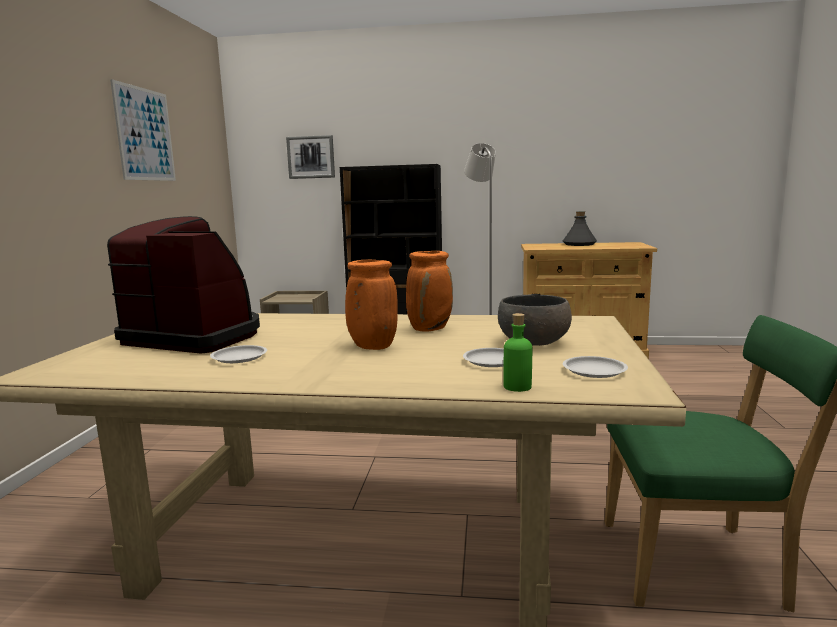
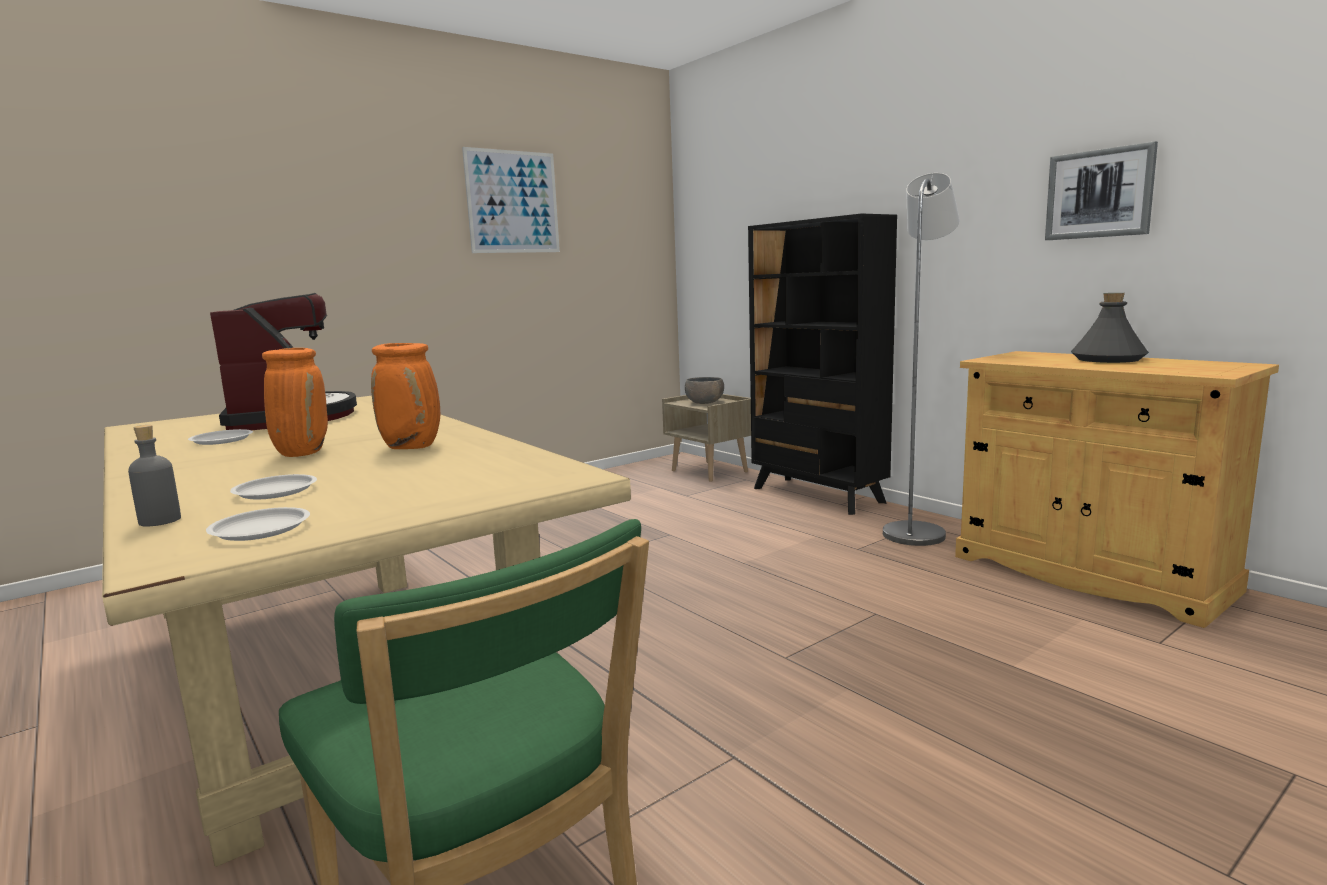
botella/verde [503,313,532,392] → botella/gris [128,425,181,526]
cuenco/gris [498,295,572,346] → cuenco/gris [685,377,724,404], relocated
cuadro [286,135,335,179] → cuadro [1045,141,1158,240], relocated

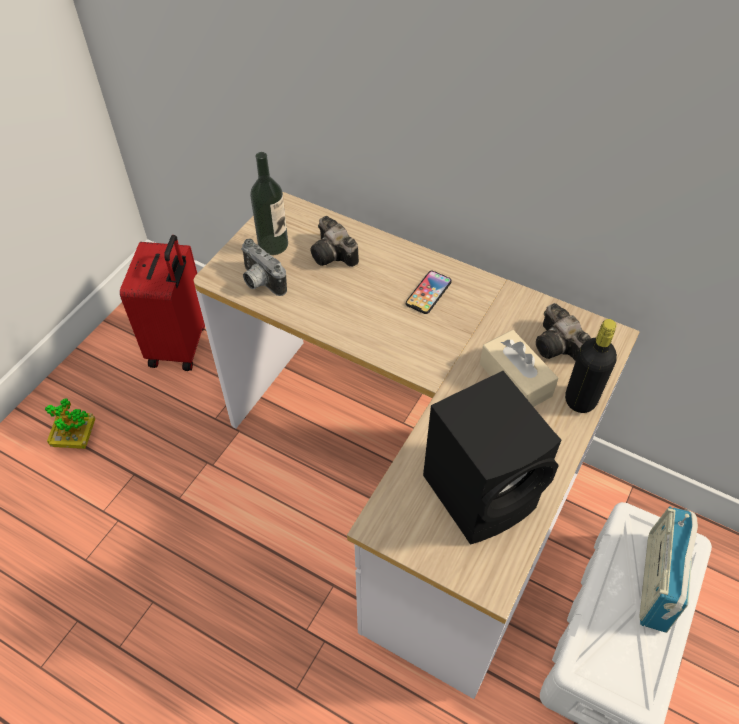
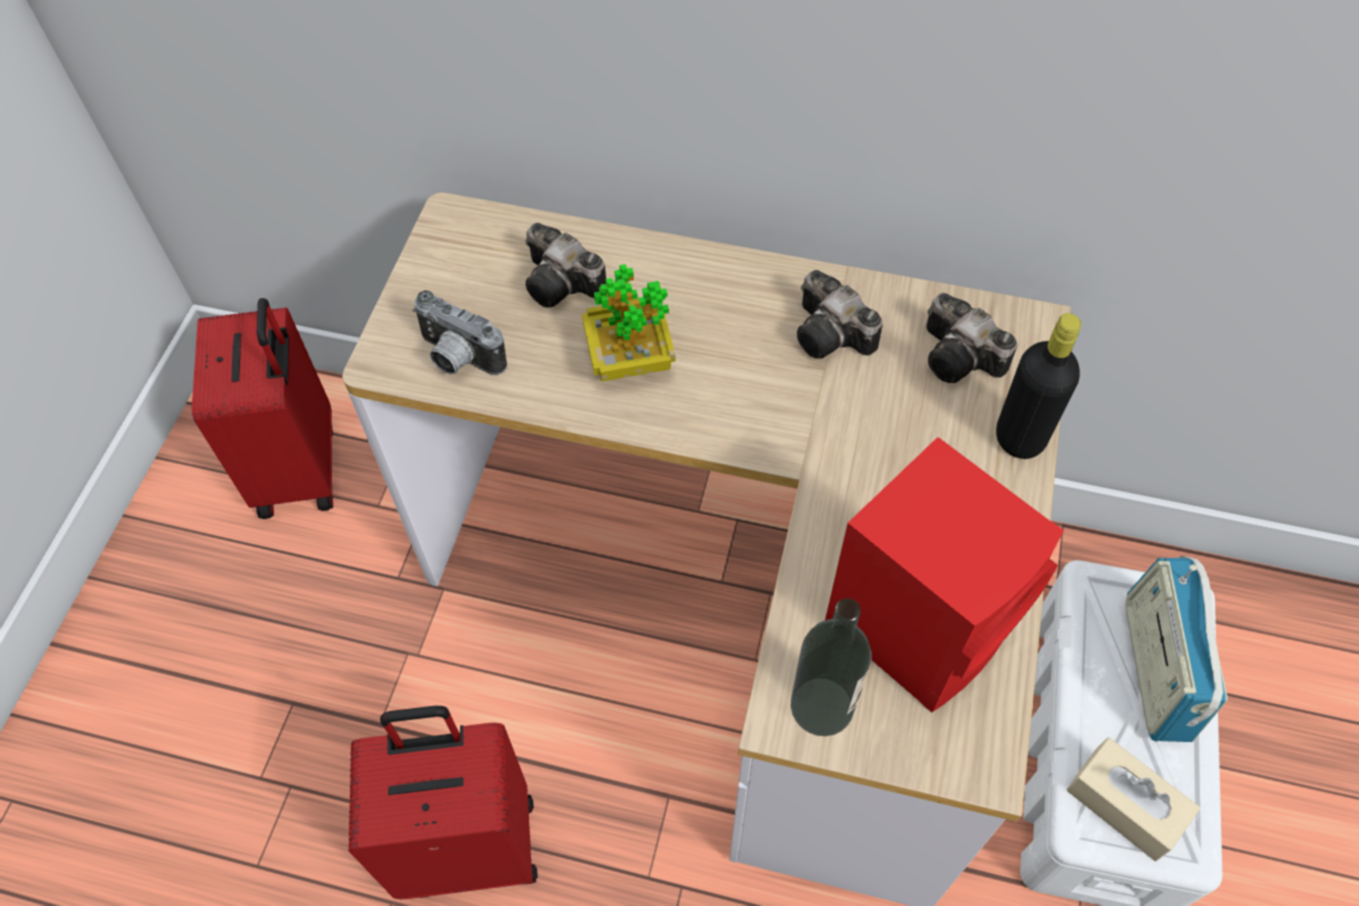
- → maleta/rojo [349,706,538,899]
planta en maceta [45,398,95,449] → planta en maceta [582,264,676,382], relocated
botella [250,152,288,255] → botella [791,598,872,736], relocated
- → cámara [797,270,883,359]
altavoz/negro [423,371,561,545] → altavoz/rojo [825,437,1064,712]
caja de pañuelos/beis [480,330,558,407] → caja de pañuelos/beis [1066,738,1200,861], relocated
móvil [406,271,452,314] → -

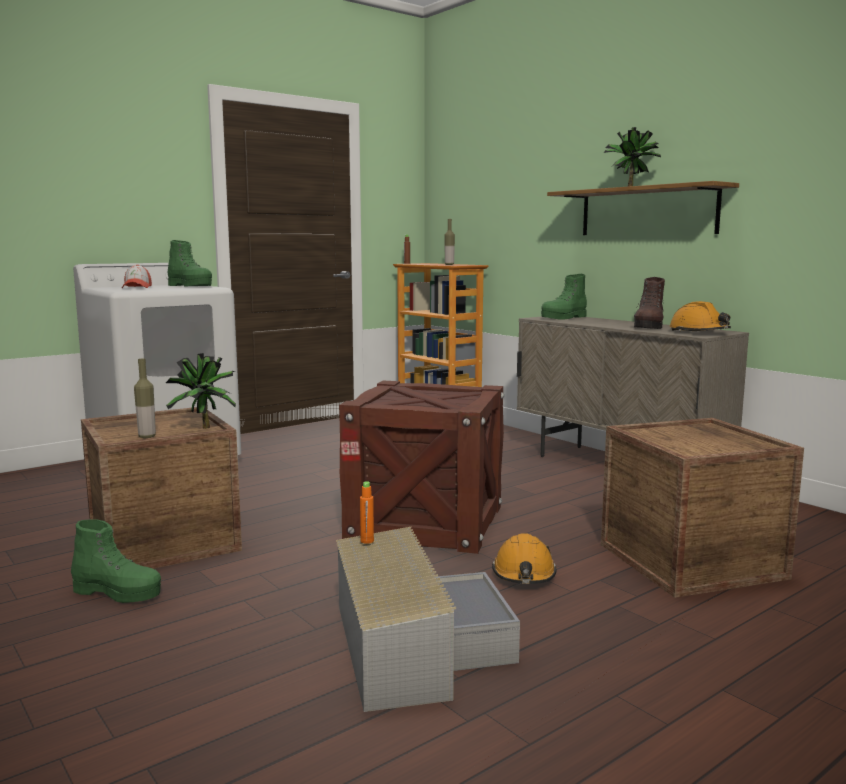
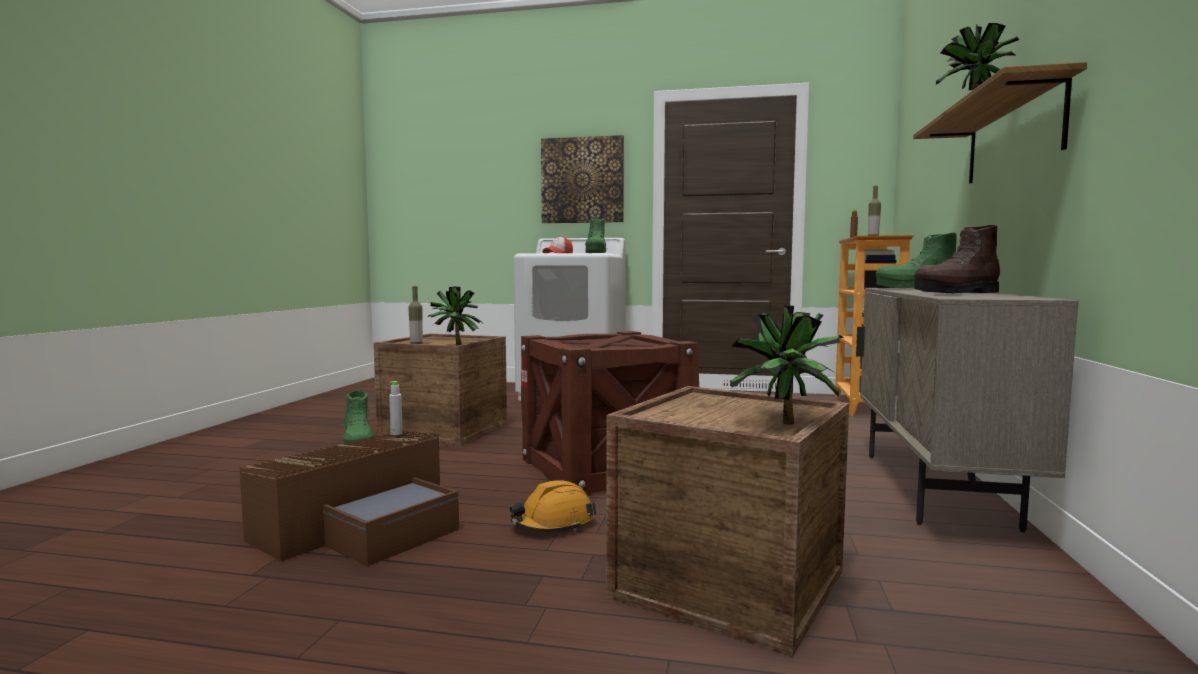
caja de almacenaje/gris [336,527,520,712] → caja de almacenaje/marrón [239,431,459,566]
botella/naranja [360,481,374,544] → botella/gris [389,381,403,435]
- → cuadro [541,135,624,223]
- → planta en maceta [730,306,845,425]
casco/naranja [669,301,731,332] → -

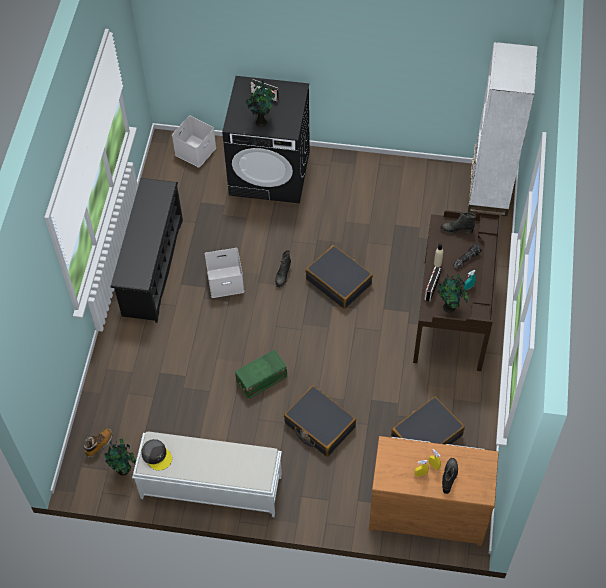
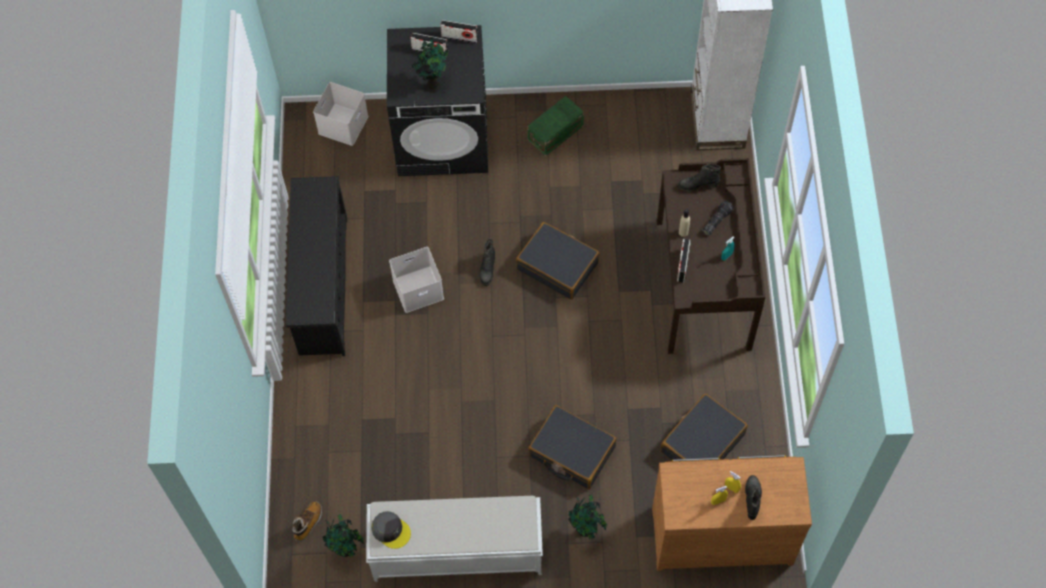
- → radio [440,20,478,43]
caja de almacenaje/verde [235,349,287,399] → caja de almacenaje/verde [528,96,584,156], relocated
planta en maceta [437,274,469,313] → planta en maceta [568,495,607,540], relocated

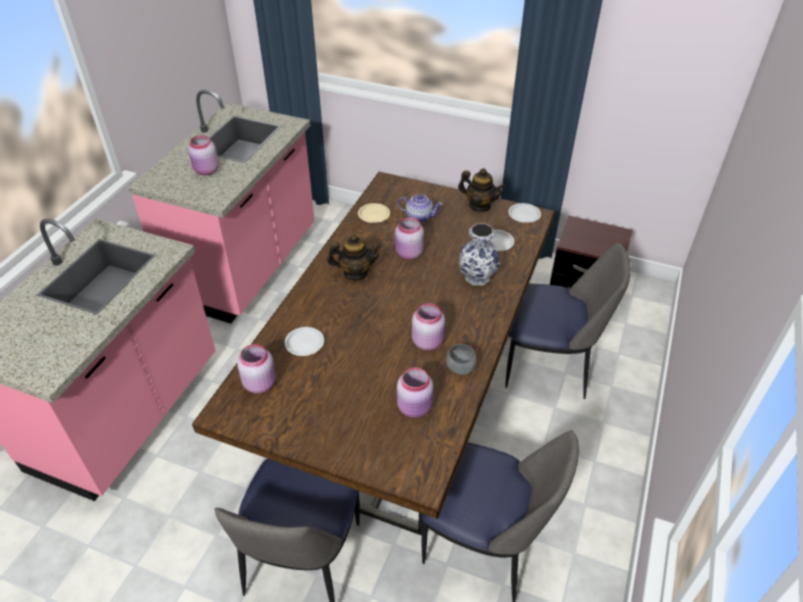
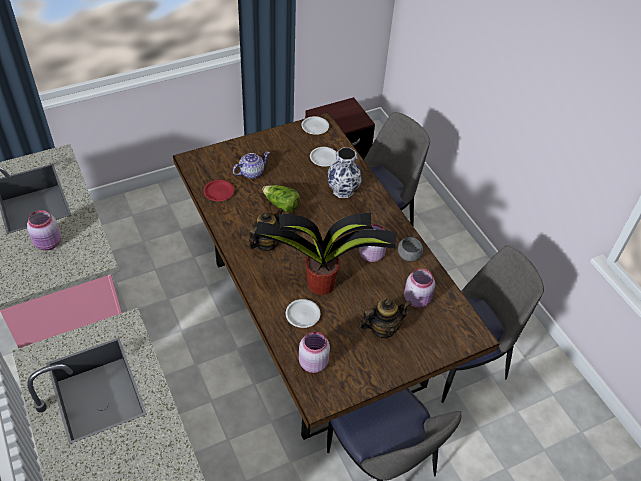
plato/beis [358,203,390,223] → plato/rojo [203,180,234,201]
- → planta en maceta [255,213,397,295]
tarro/rosa [395,217,424,260] → lechuga [262,185,300,212]
tetera [458,168,505,212] → tetera [359,298,412,339], relocated

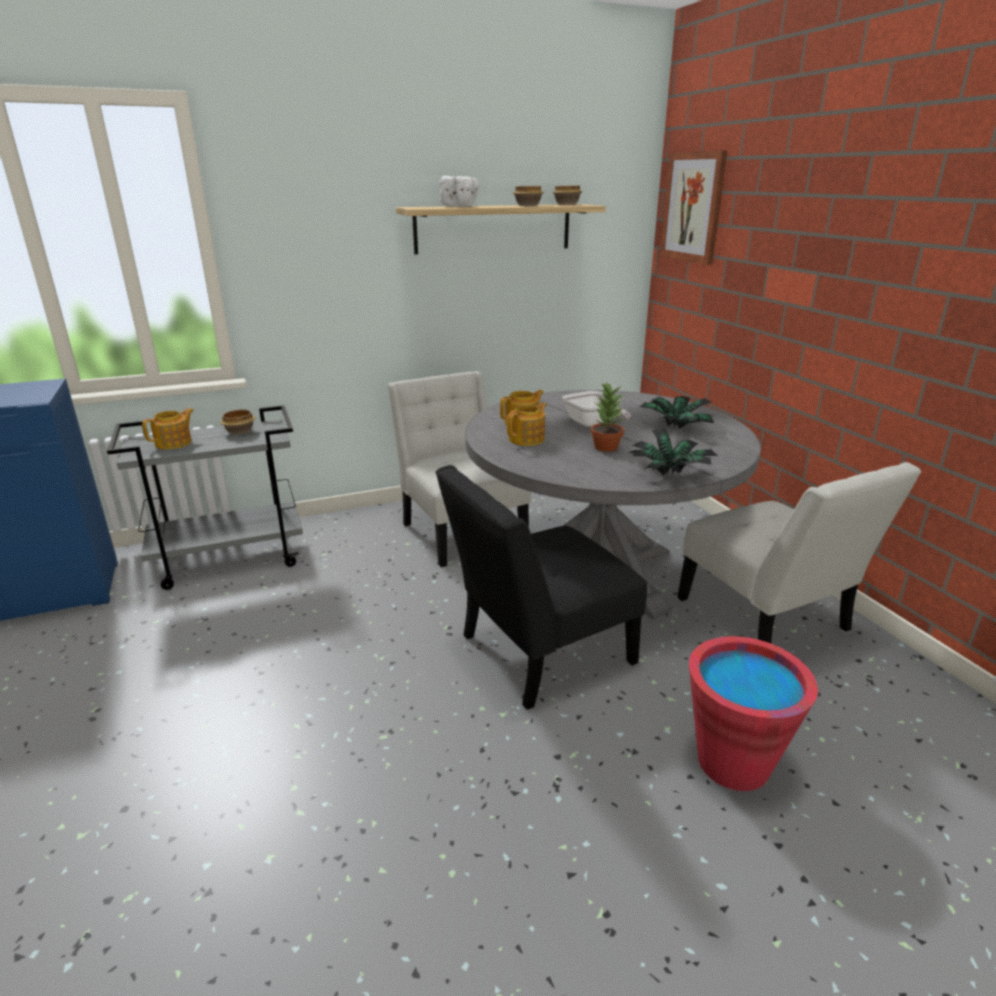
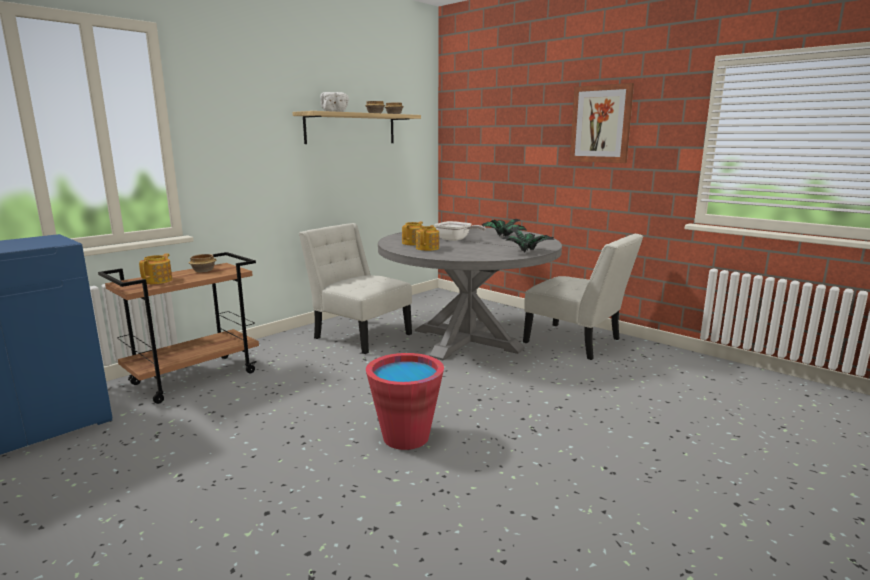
carrito/gris [107,405,303,590] → carrito/marrón [98,252,259,404]
cubo/rojo [689,636,818,791] → cubo/rojo [366,353,444,450], relocated
cuadro [660,150,728,265] → cuadro [570,83,634,163], relocated
silla/negro [436,465,647,710] → -
planta en maceta [591,381,625,452] → -

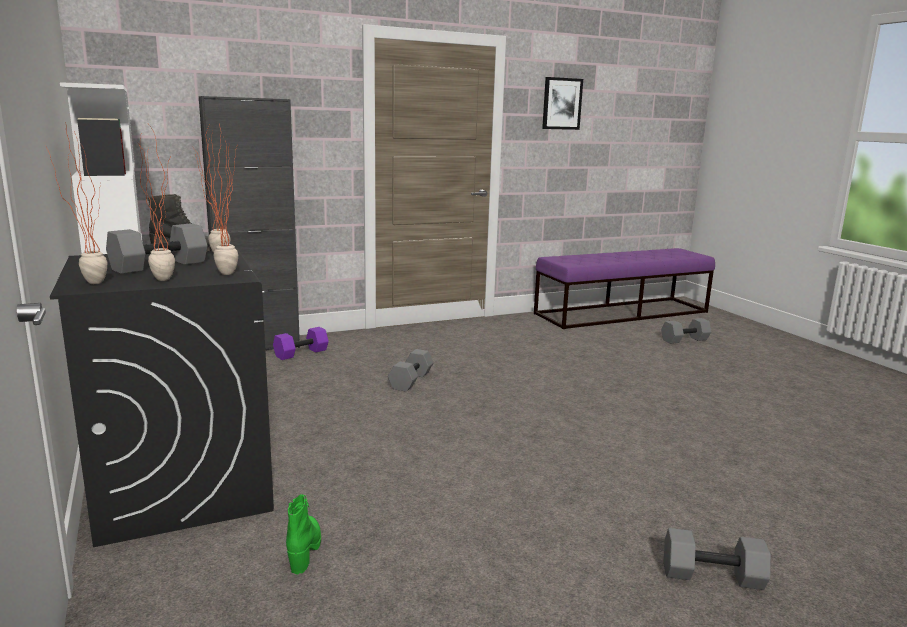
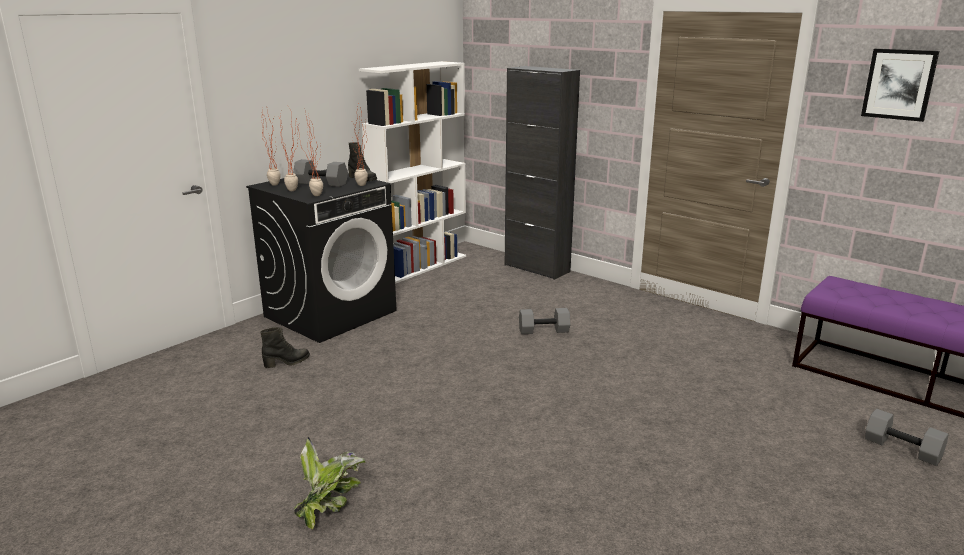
bota/verde [286,494,321,574] → bota/negro [260,327,310,368]
mancuerna/gris [664,528,771,590] → planta en maceta [294,437,365,529]
mancuerna/morado [273,327,329,360] → -

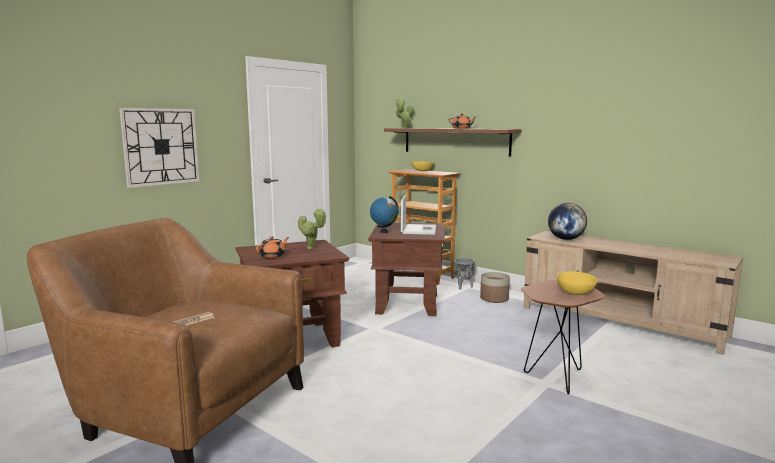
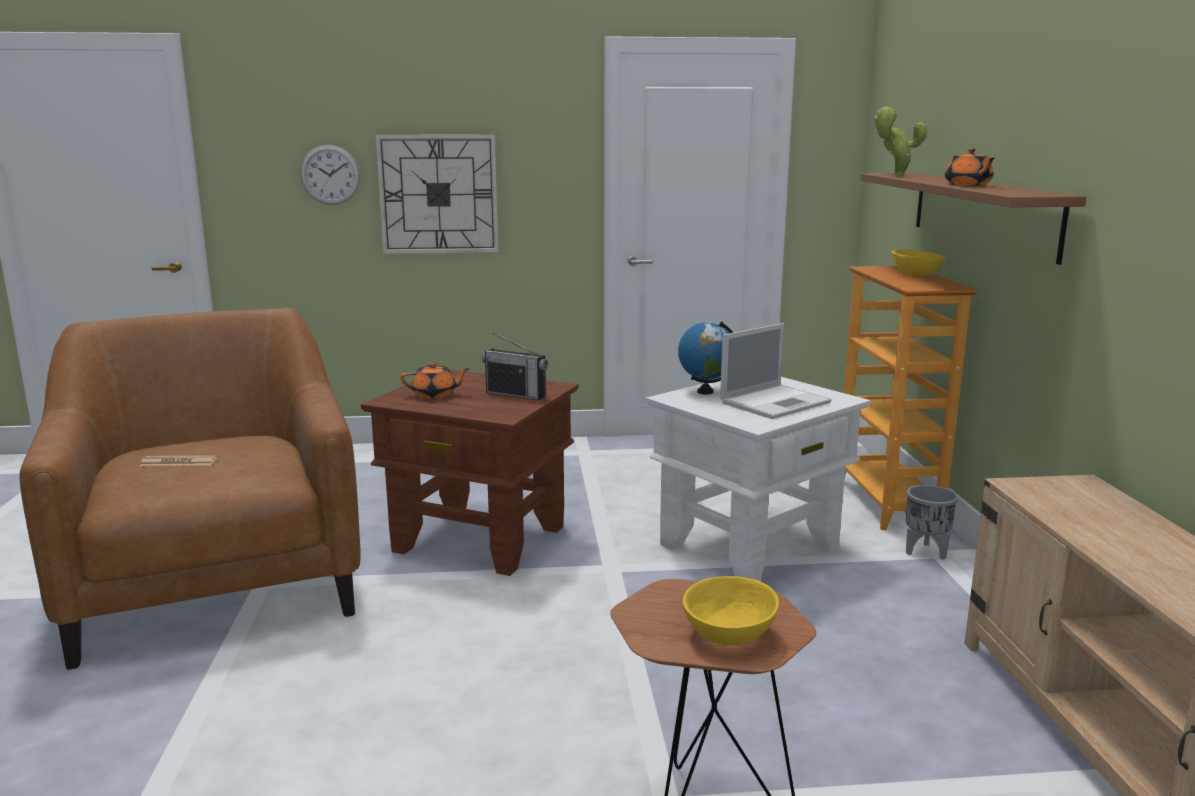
- → reloj de pared [300,145,360,205]
planta en maceta [298,207,327,249] → radio [482,333,548,400]
mesa auxiliar/marrón [368,223,445,316] → mesa auxiliar/blanco [645,377,871,582]
maceta [480,272,510,303] → -
globo terráqueo [548,203,587,240] → -

